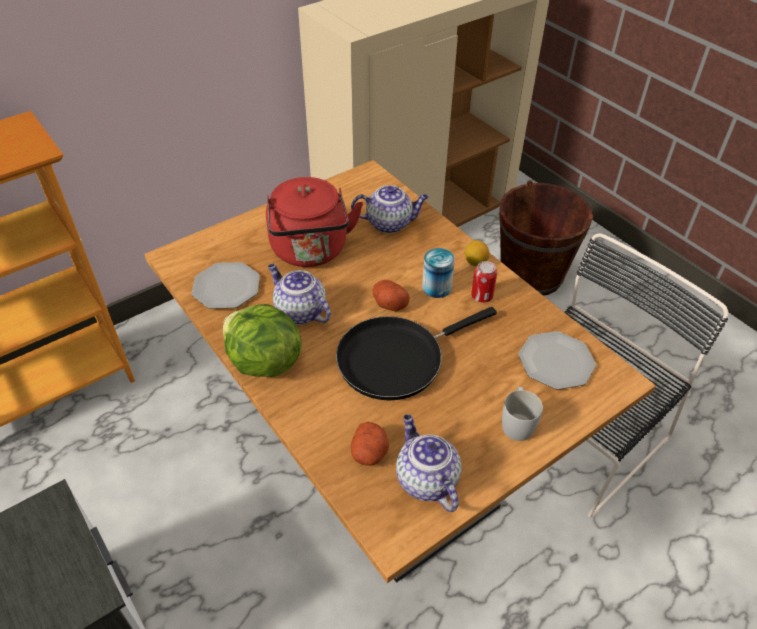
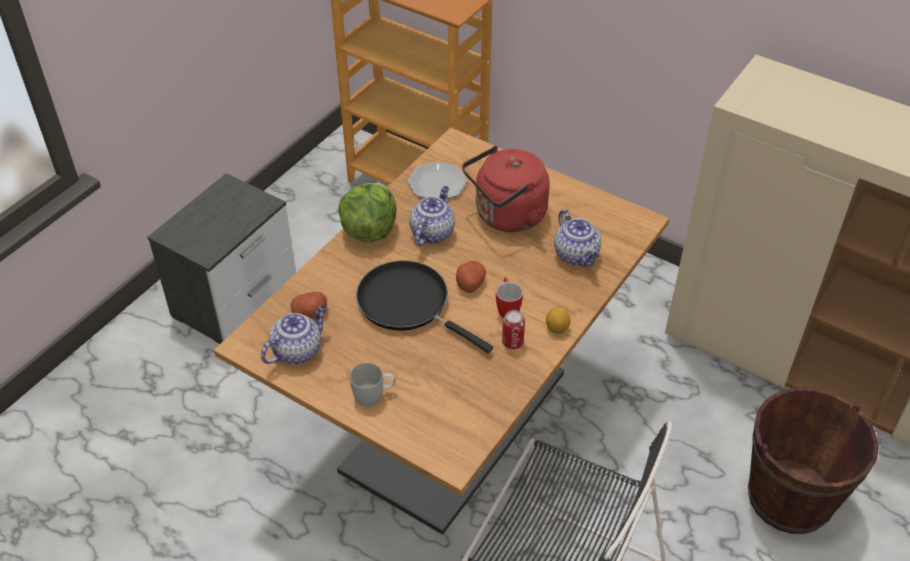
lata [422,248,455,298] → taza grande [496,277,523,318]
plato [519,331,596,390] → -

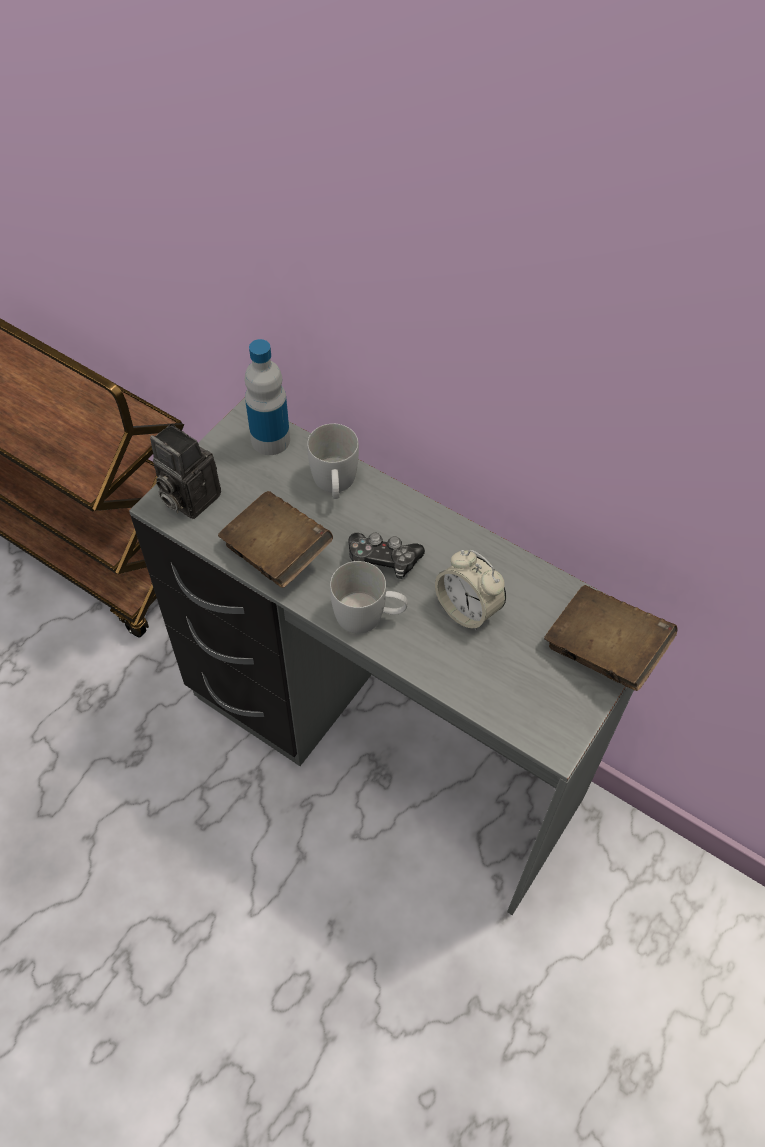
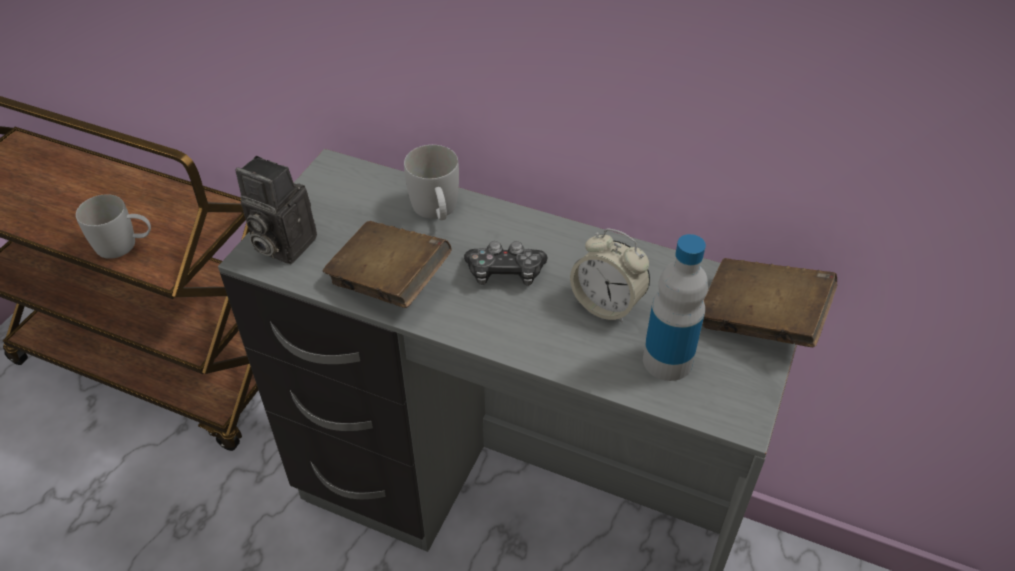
taza grande/blanco [330,561,408,634] → taza grande/blanco [76,194,151,259], relocated
botella [245,339,290,455] → botella [643,234,708,381], relocated

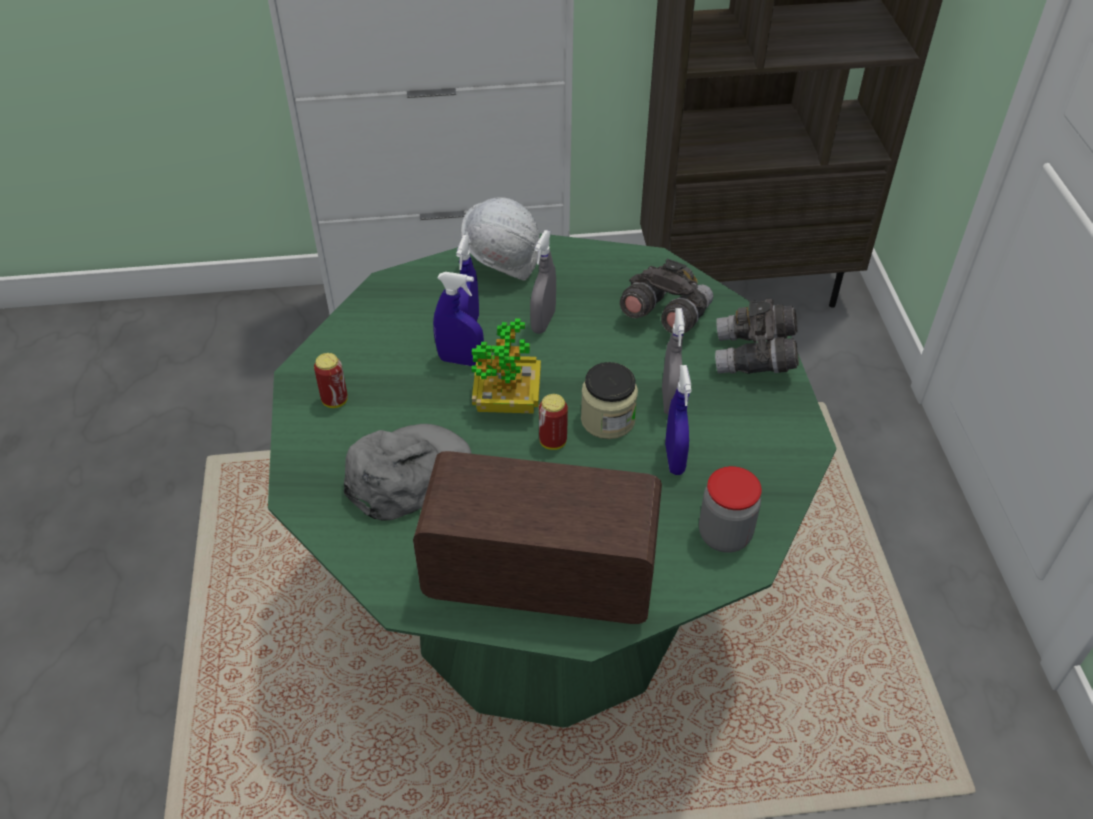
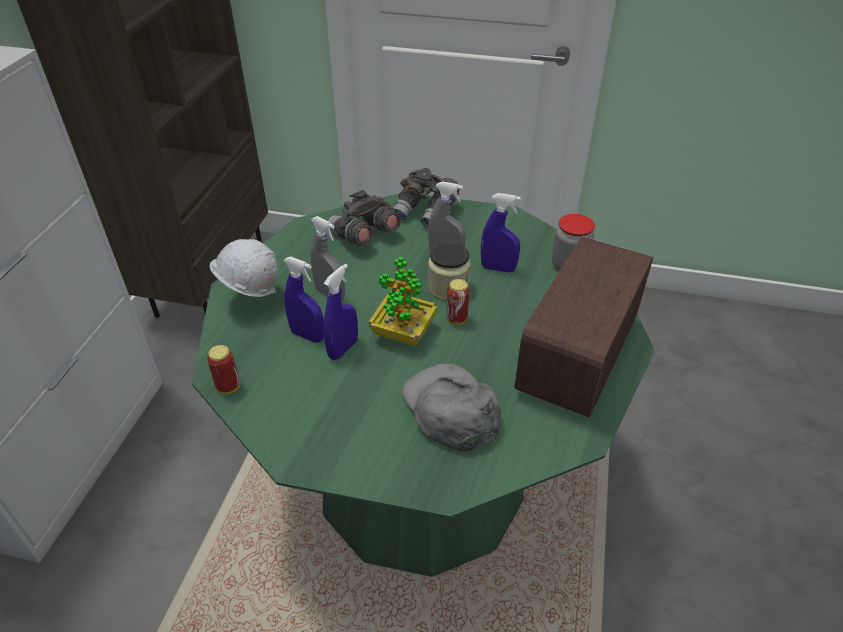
lata [314,353,348,408] → lata [207,345,240,394], relocated

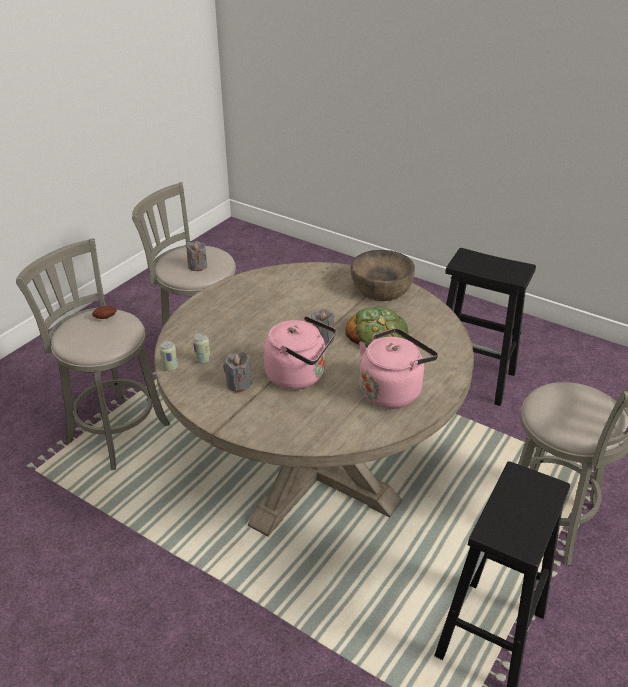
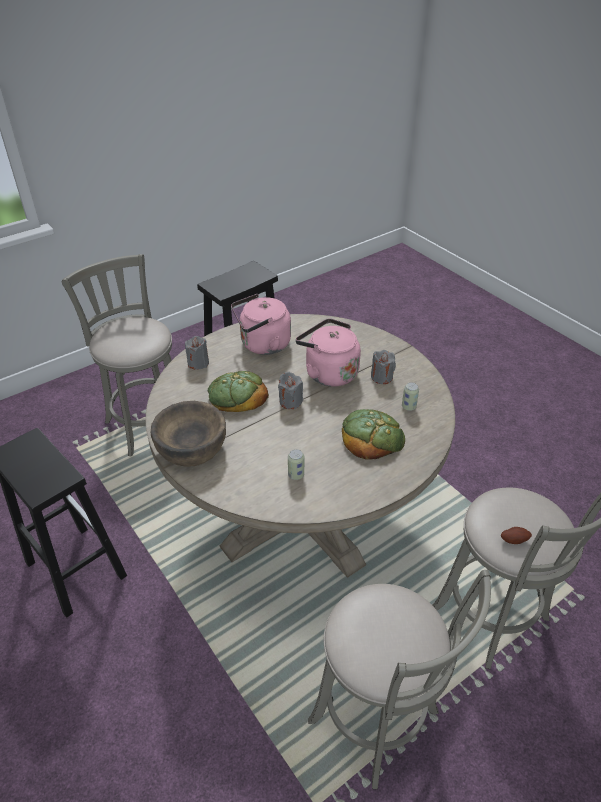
vela/gris [186,241,207,271] → vela/gris [185,336,209,370], relocated
lata [159,341,178,371] → lata [288,449,304,480], relocated
- → pan [342,409,405,460]

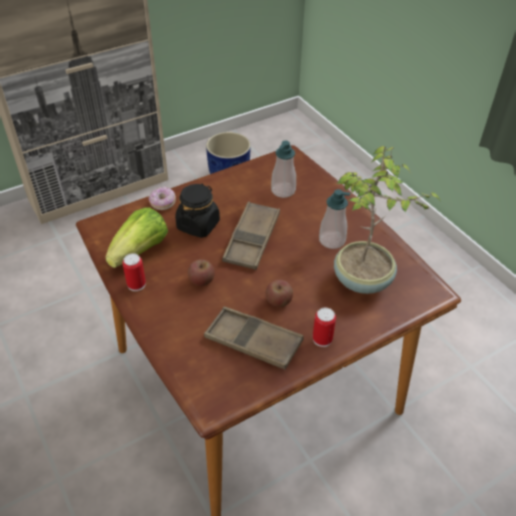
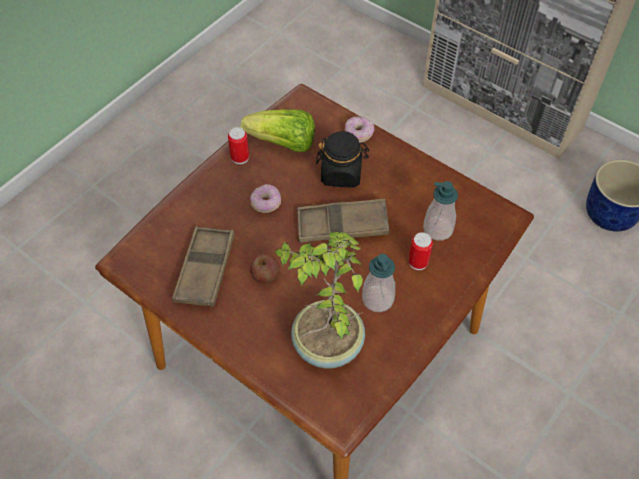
manzana [188,259,215,286] → rosquilla [250,184,281,213]
lata [313,308,336,347] → lata [408,232,433,270], relocated

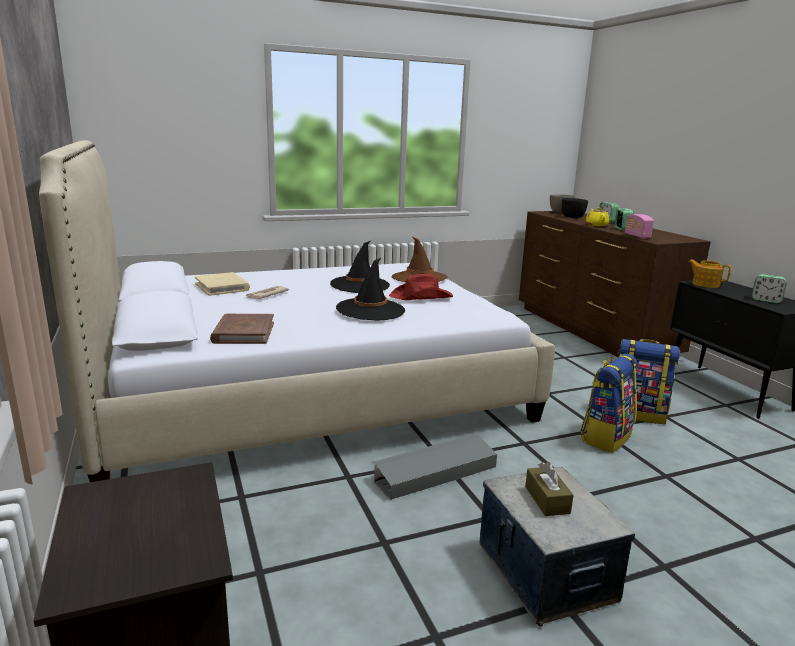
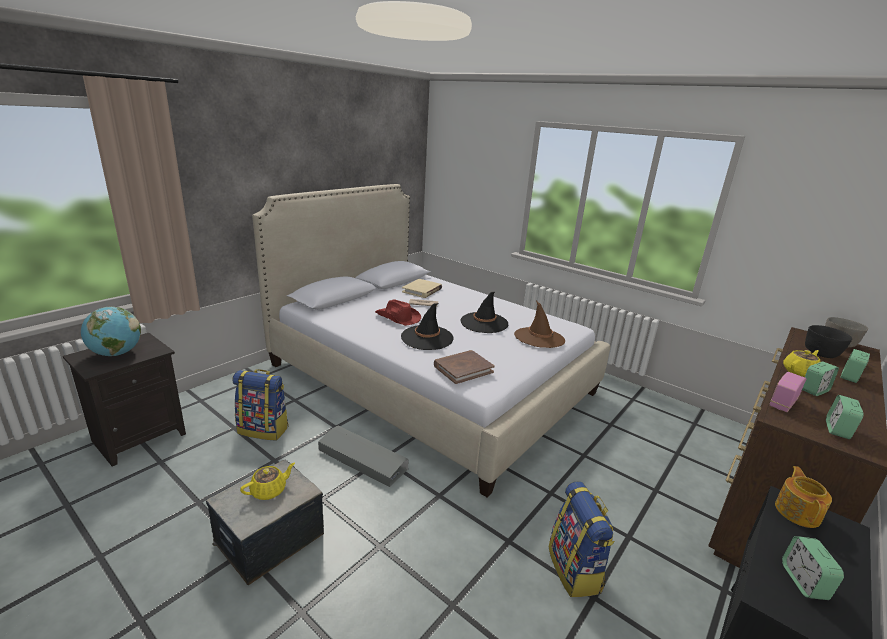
- → globo terráqueo [81,307,141,356]
mochila [580,354,638,453] → mochila [232,369,289,440], relocated
caja de pañuelos/marrón [525,462,573,516] → tetera/amarillo [240,463,295,500]
sombrero/rojo [389,274,453,300] → sombrero/rojo [375,299,421,326], relocated
libro/marrón [210,314,274,344] → libro/marrón [434,350,495,384], relocated
- → despertador [826,395,864,439]

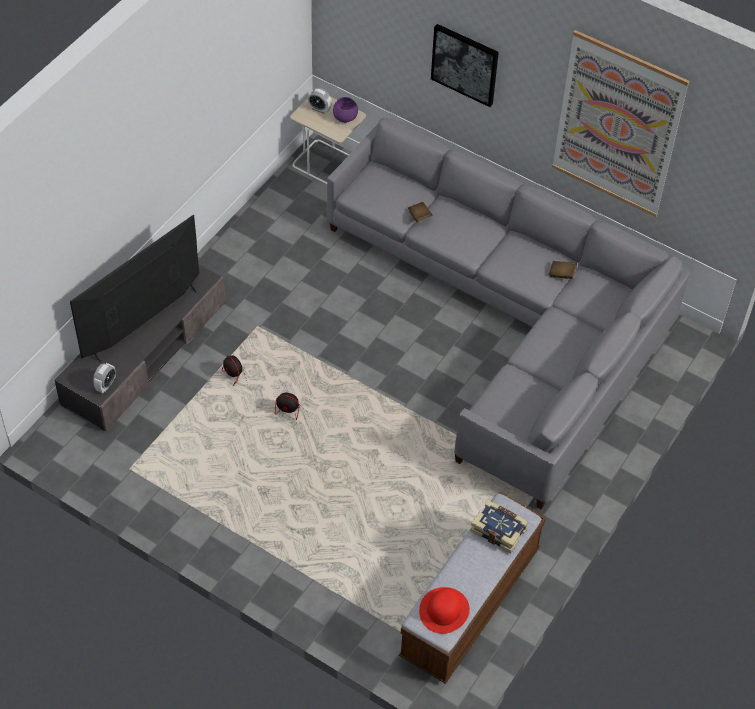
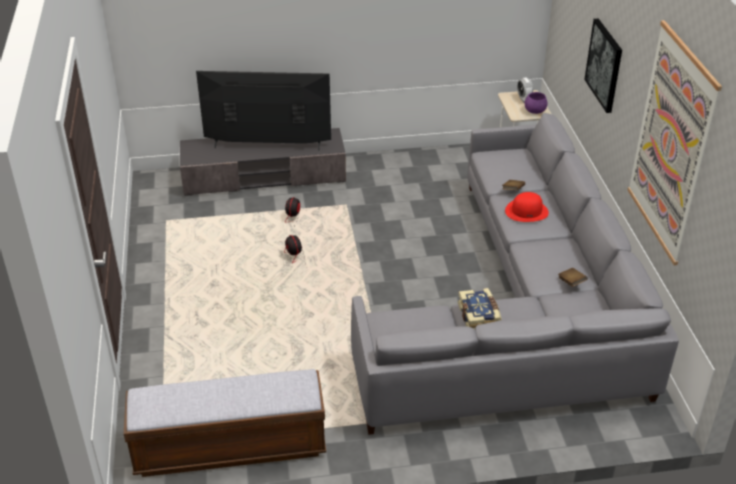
libro [470,500,529,553] → libro [458,288,502,329], relocated
sombrero/rojo [419,587,470,634] → sombrero/rojo [505,192,549,222], relocated
despertador [93,363,116,393] → -

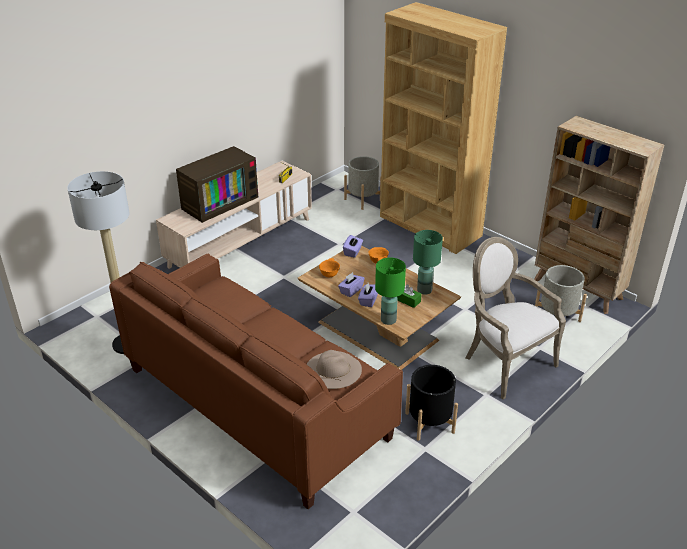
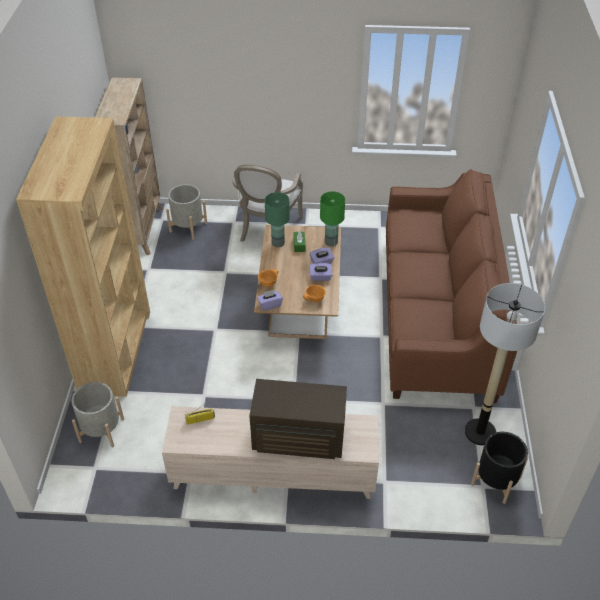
maceta/negro [405,365,458,441] → maceta/negro [471,432,528,504], relocated
sombrero/beis [307,350,362,389] → -

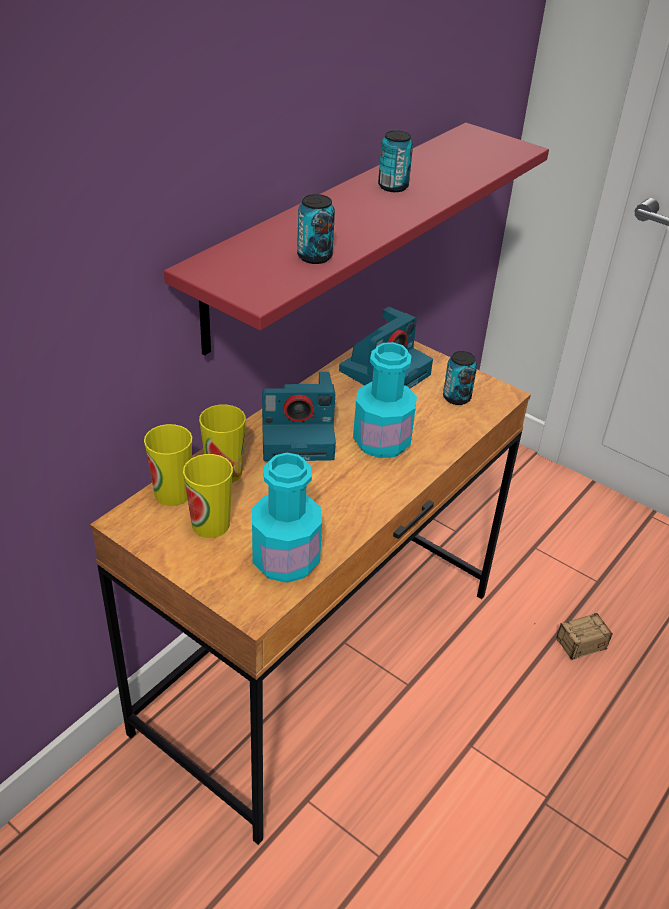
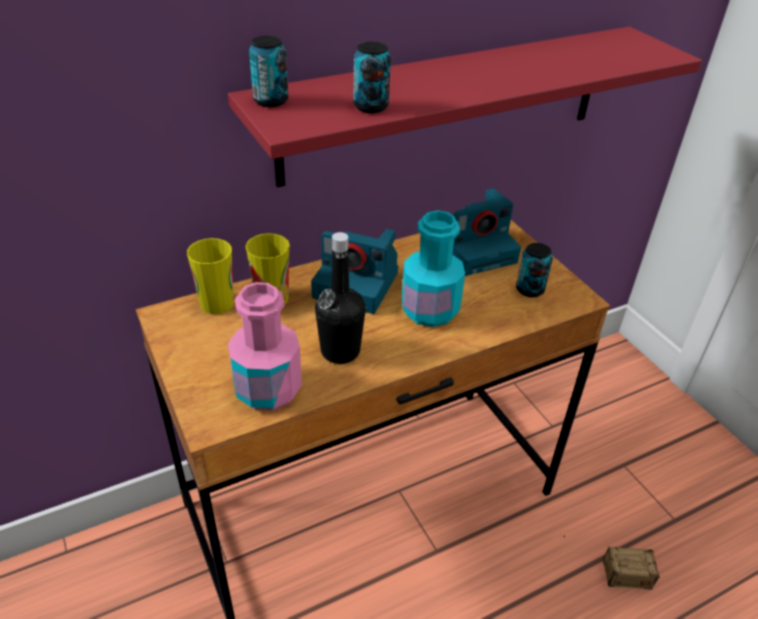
botella/turquesa [252,453,322,583] → botella/rosa [228,282,302,411]
lata [378,130,413,192] → lata [249,36,288,107], relocated
- → botella/negro [315,232,366,364]
taza [183,454,233,538] → -

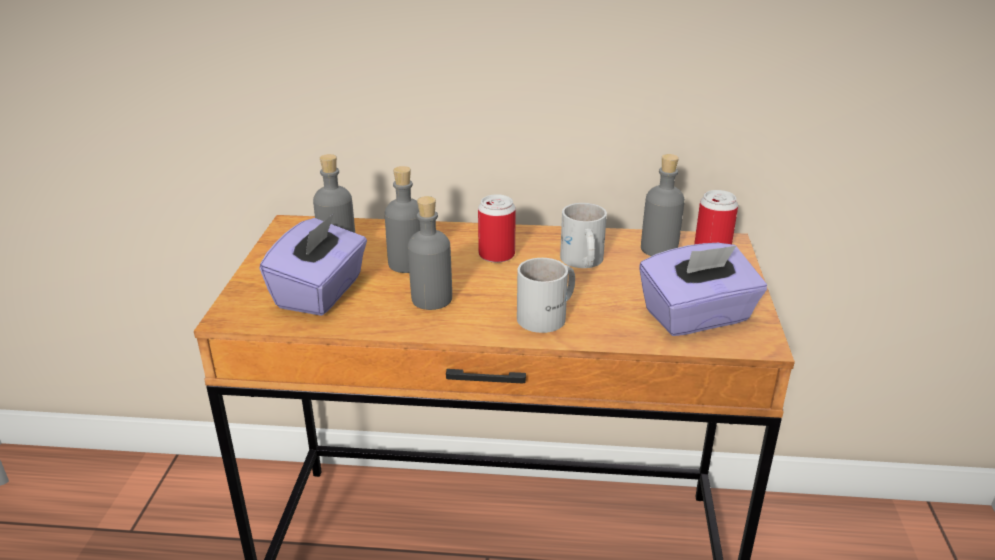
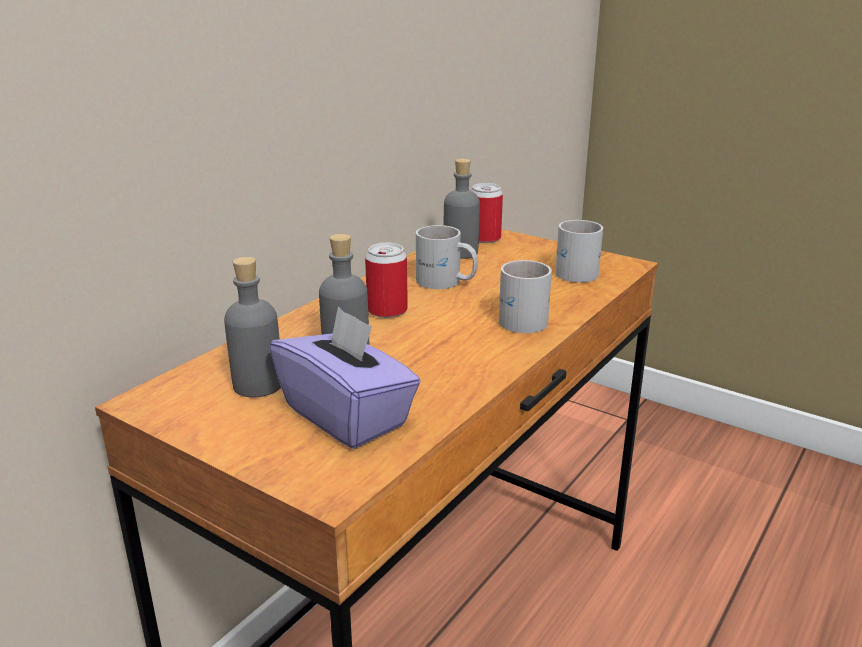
caja de pañuelos/morado [639,243,767,336] → taza grande/blanco [555,220,603,283]
botella/gris [408,196,452,310] → -

